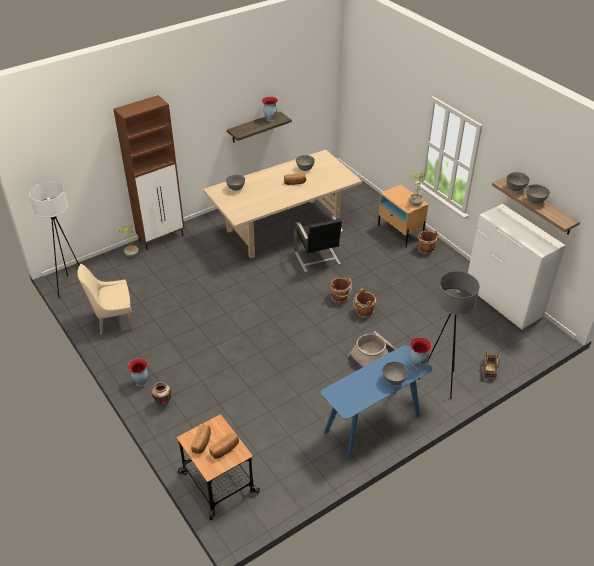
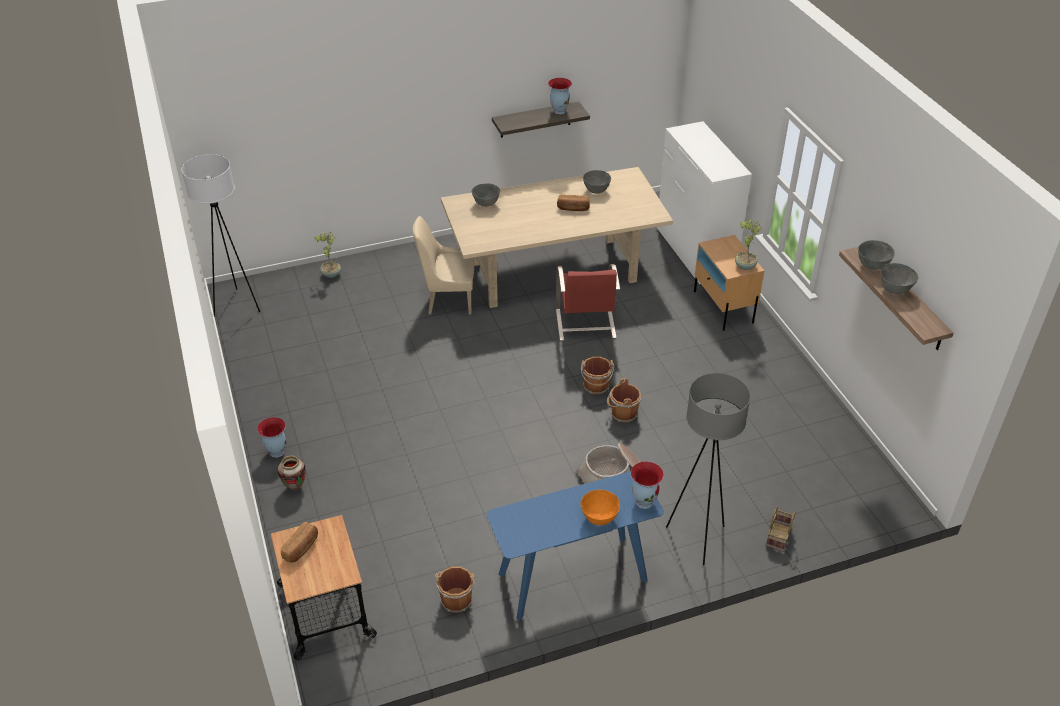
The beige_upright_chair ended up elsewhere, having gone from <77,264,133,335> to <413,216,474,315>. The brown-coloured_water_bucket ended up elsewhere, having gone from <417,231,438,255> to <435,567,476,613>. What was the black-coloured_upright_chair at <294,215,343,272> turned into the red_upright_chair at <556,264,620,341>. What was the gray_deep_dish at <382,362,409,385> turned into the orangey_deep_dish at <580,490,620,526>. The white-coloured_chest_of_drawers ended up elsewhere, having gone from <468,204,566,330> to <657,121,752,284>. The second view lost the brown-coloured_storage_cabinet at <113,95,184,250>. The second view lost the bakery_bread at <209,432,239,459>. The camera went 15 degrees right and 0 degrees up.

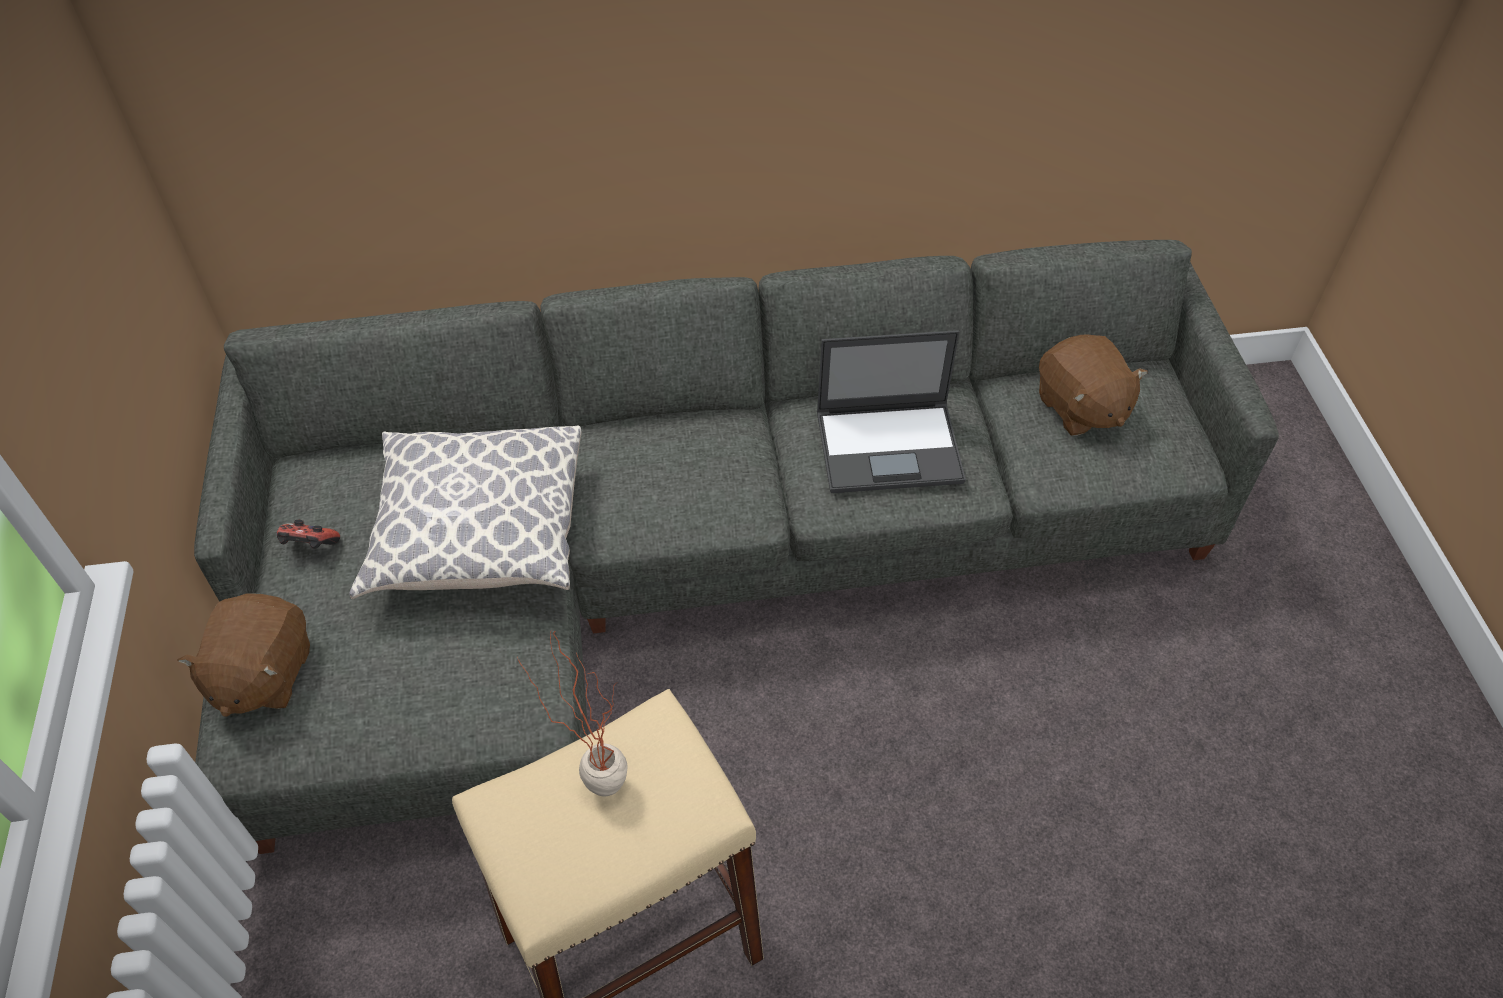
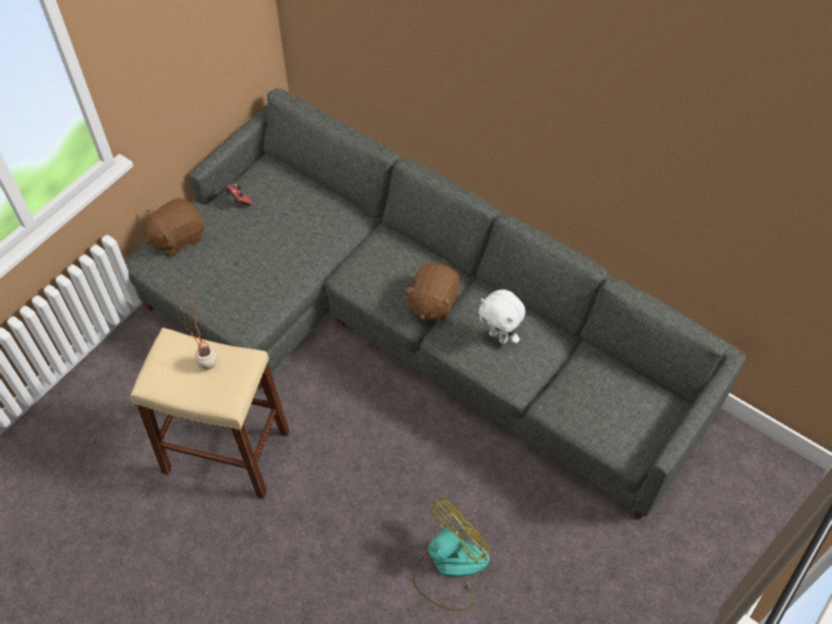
The brown-coloured_cuddly_toy ended up elsewhere, having gone from <1039,334,1148,436> to <405,263,460,321>. The second view gained the fan at <413,497,491,611>. Where the notebook_computer stood at <817,330,966,493>, the white-coloured_cuddly_toy came to stand at <479,289,525,344>. The second view lost the pillow at <349,425,581,599>. The camera went 45 degrees right and 5 degrees up.

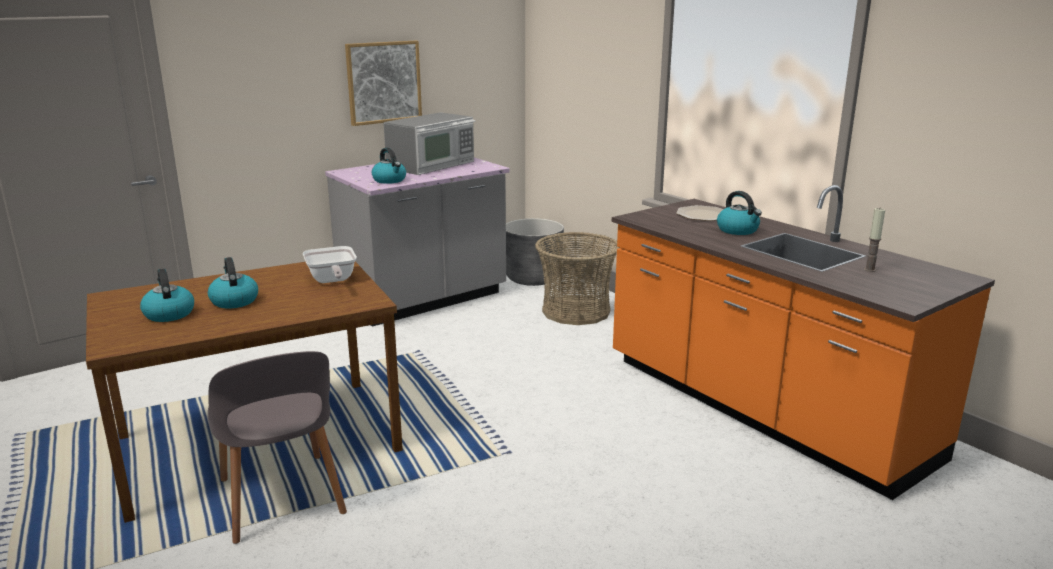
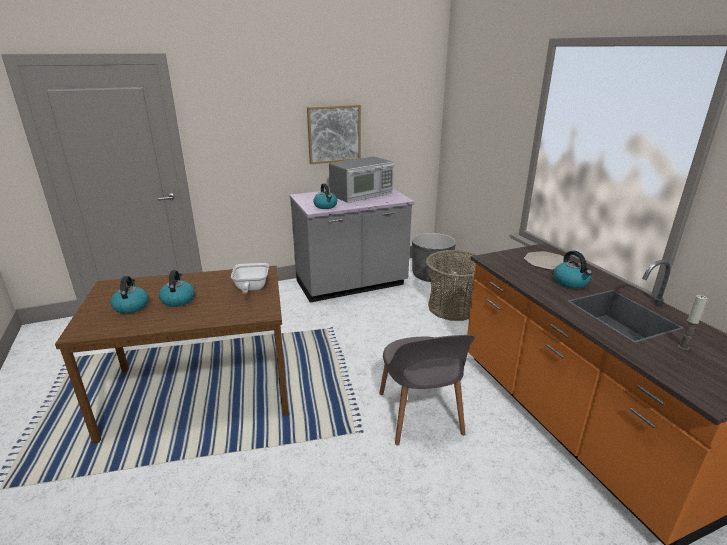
The gray_upright_chair ended up elsewhere, having gone from <208,351,347,544> to <379,335,475,445>. The camera went 15 degrees right and 5 degrees up.

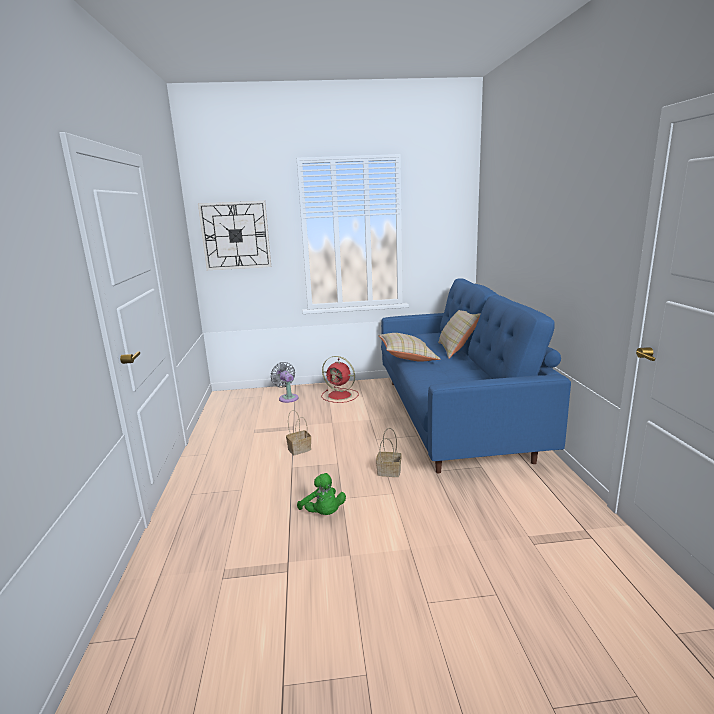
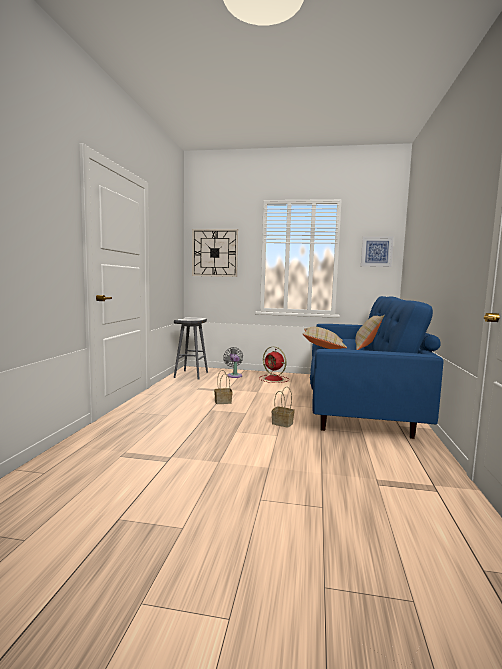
The second view gained the gray_stool at <174,317,208,380>. The second view gained the wall_picture at <361,236,394,267>. The second view lost the green-coloured_cuddly_toy at <297,473,346,515>. The camera went 15 degrees right and 10 degrees down.

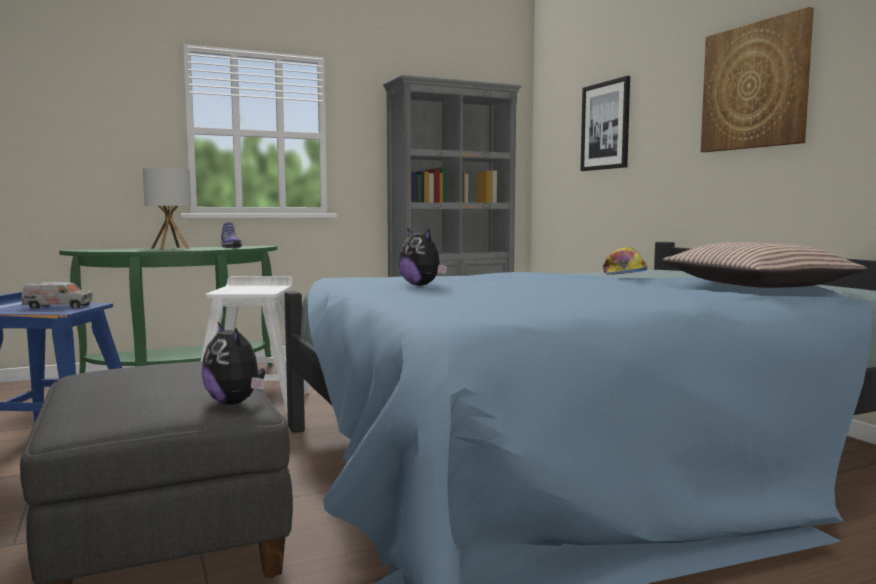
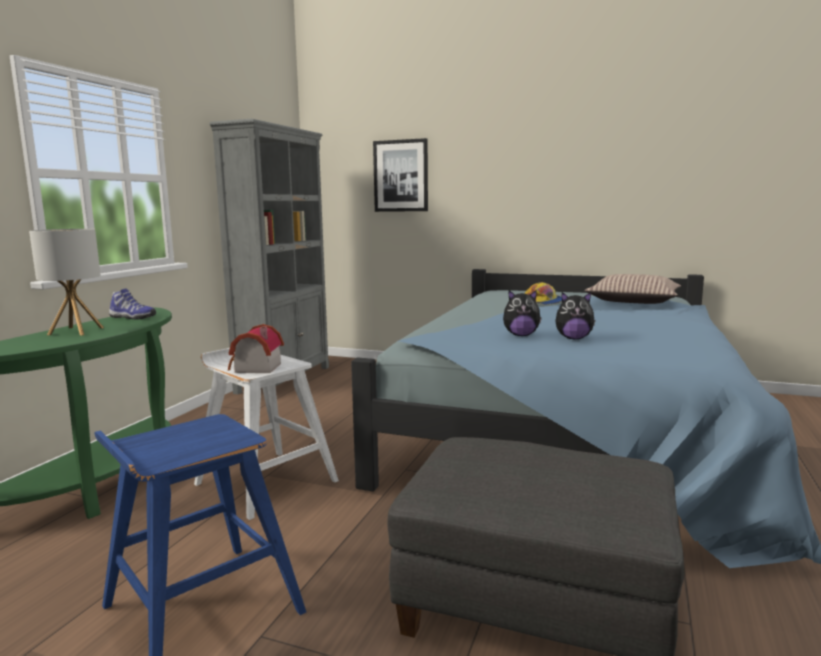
The second view gained the model_house at <228,324,284,373>. The cuddly_toy ended up elsewhere, having gone from <202,322,265,404> to <555,292,595,339>. The second view lost the model_truck at <21,282,92,308>. The second view lost the wall_picture at <701,7,814,152>. The camera went 45 degrees left and 5 degrees up.

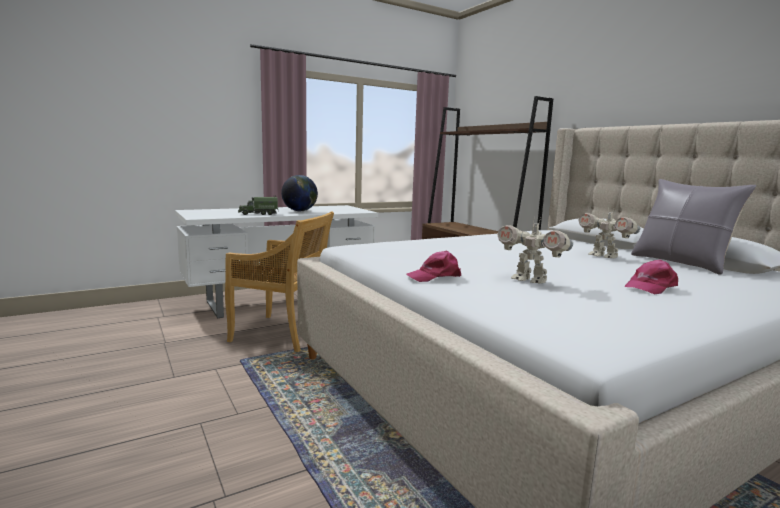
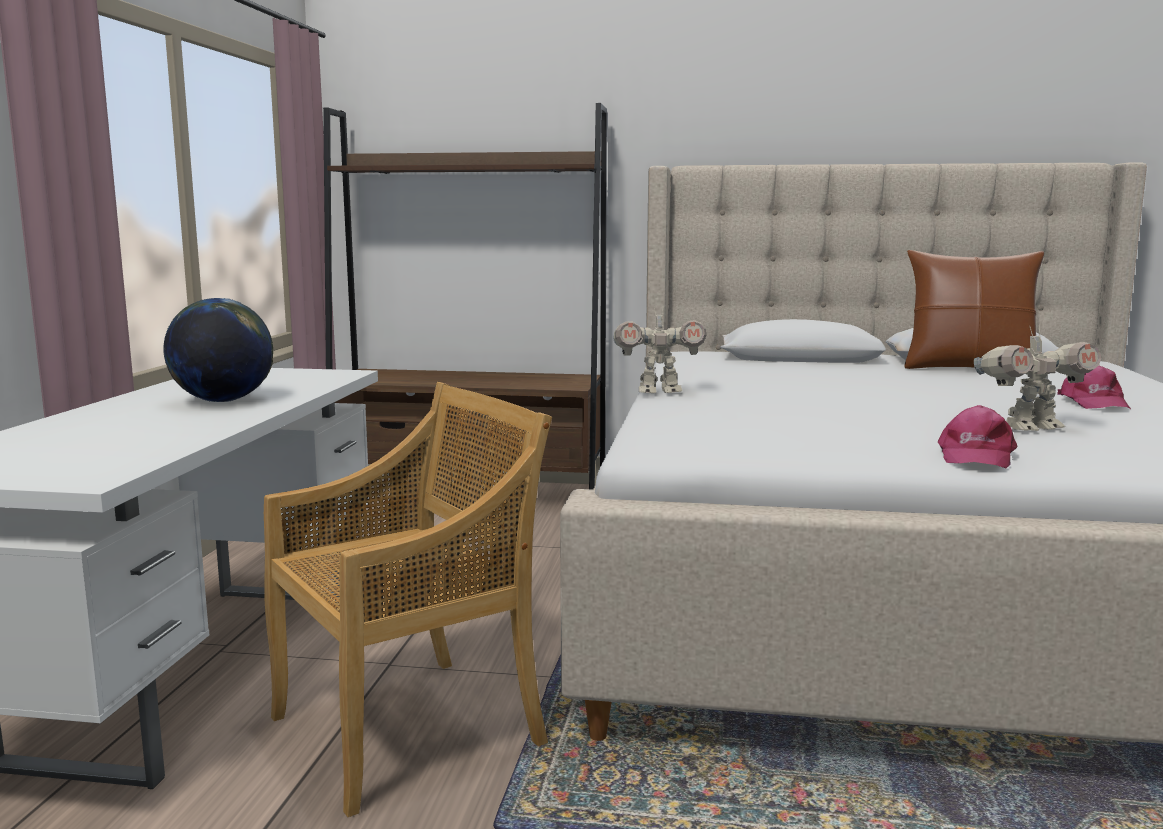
The model_robot ended up elsewhere, having gone from <578,207,640,258> to <613,307,706,393>. What was the gray_pillow at <631,179,756,275> turned into the brown-coloured_pillow at <904,250,1044,369>. The second view lost the model_truck at <238,195,278,215>. The camera went 50 degrees left and 0 degrees up.

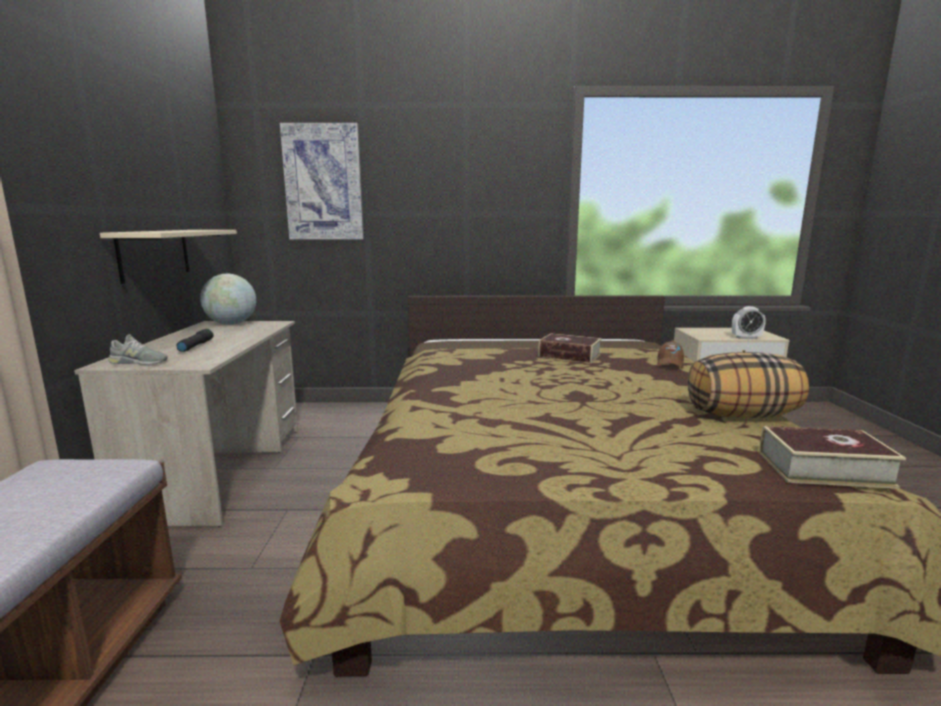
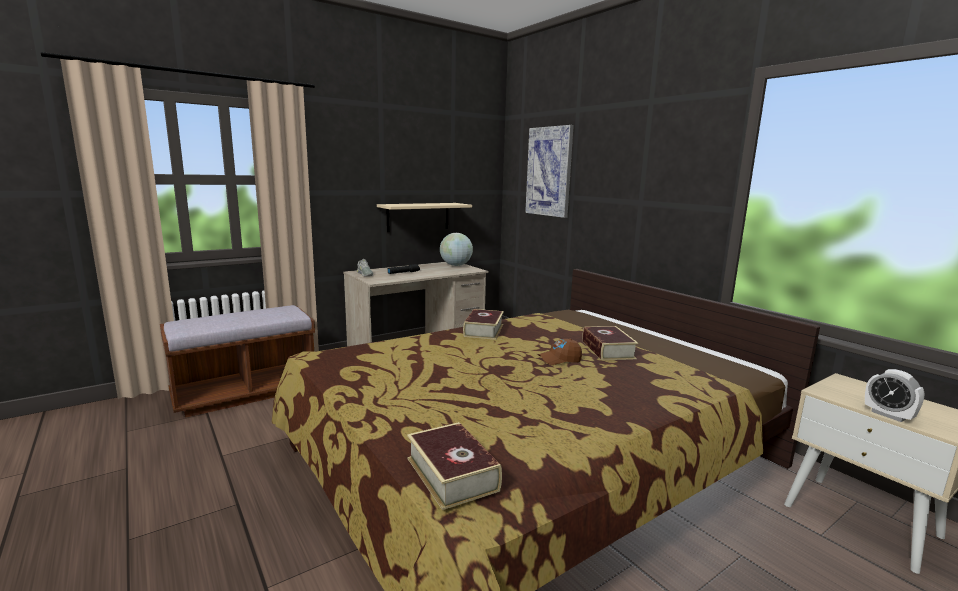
The second view gained the book at <463,309,504,340>. The brown-coloured_cap ended up elsewhere, having gone from <657,340,684,369> to <538,338,582,365>. The second view lost the pillow at <688,352,809,418>. The camera went 55 degrees right and 0 degrees up.

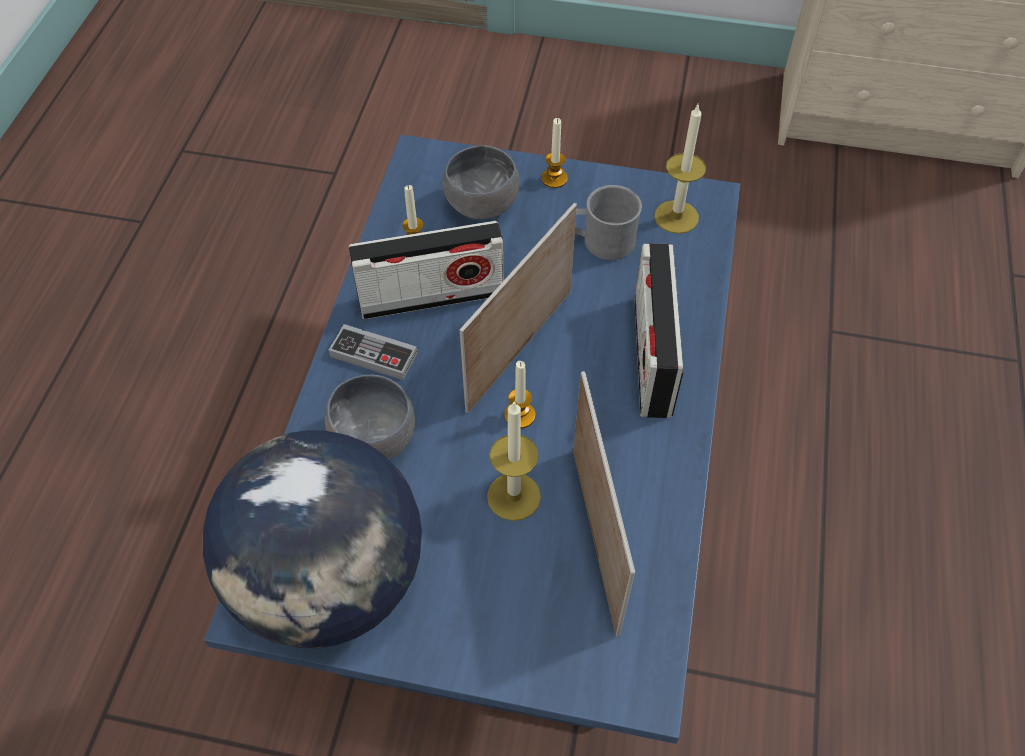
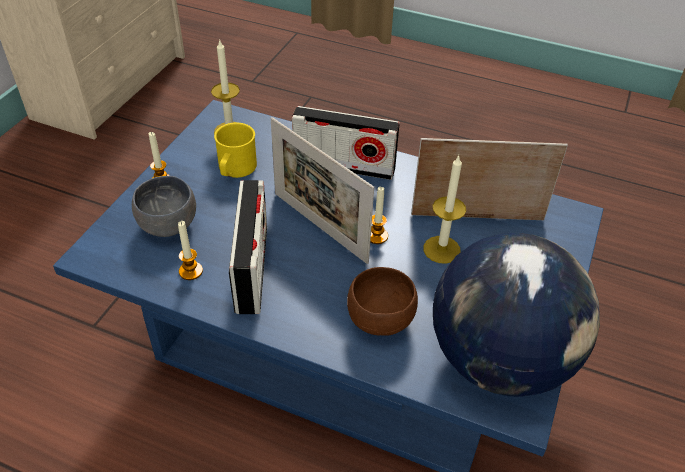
What was the gray_mug at <575,185,642,260> turned into the yellowish_mug at <214,123,257,178>. What was the gray_deep_dish at <325,375,415,460> turned into the brown-coloured_deep_dish at <347,267,418,336>. The second view lost the joypad at <329,324,418,380>. The camera went 80 degrees left and 10 degrees down.

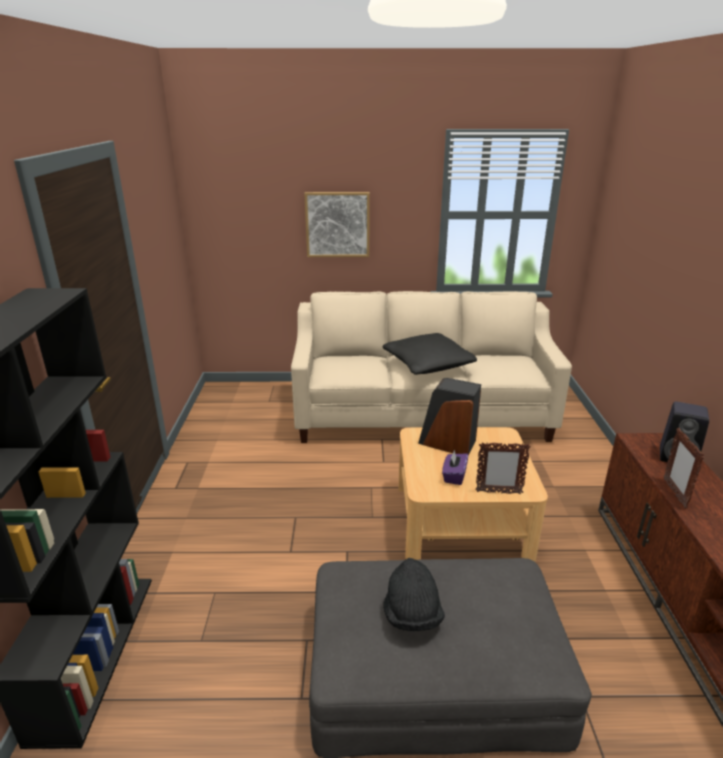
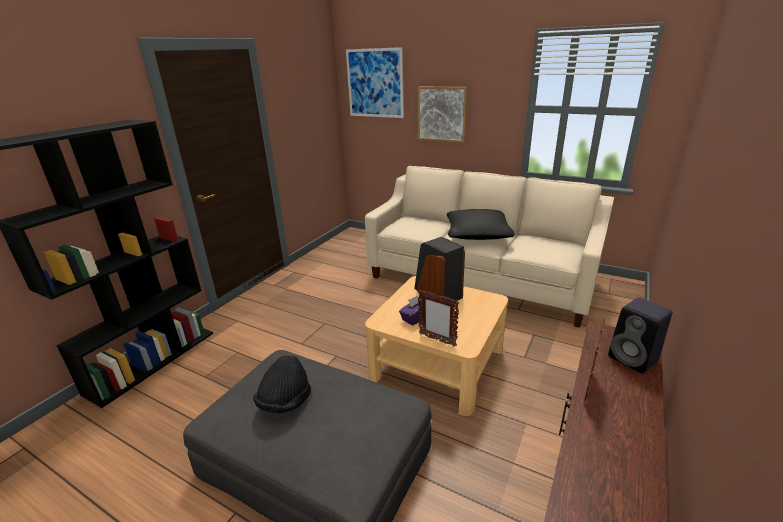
The second view gained the wall_picture at <346,47,404,118>. The camera went 30 degrees right and 0 degrees up.

